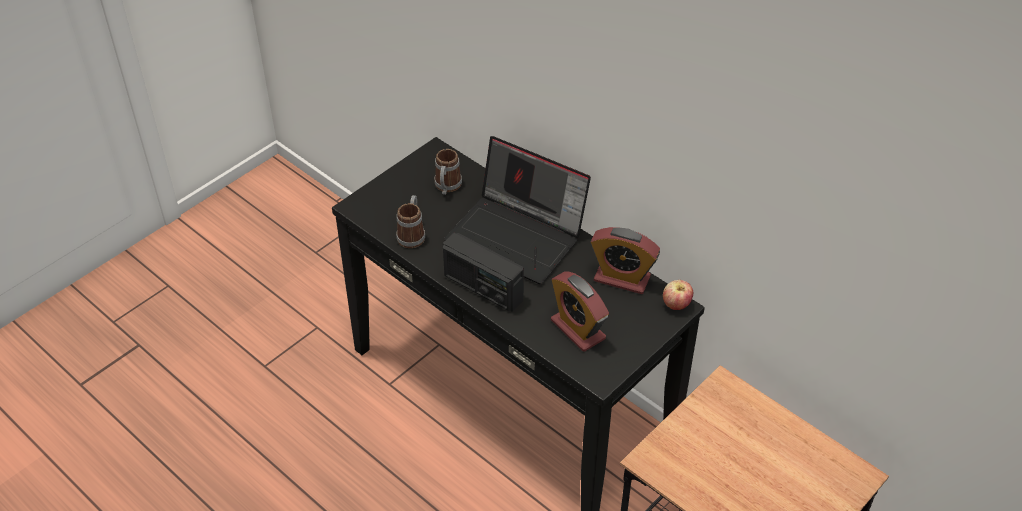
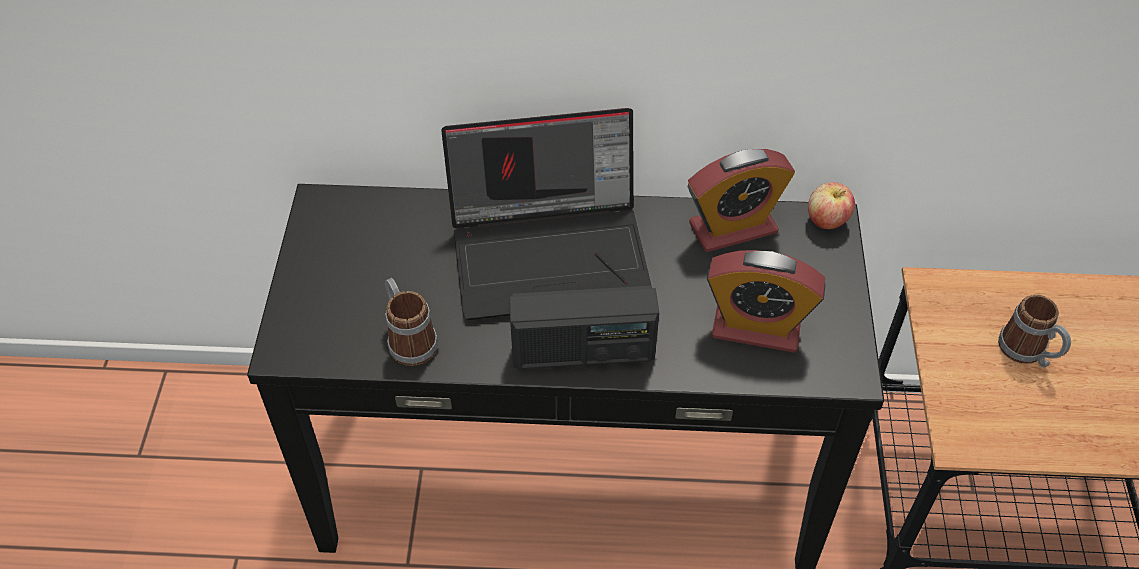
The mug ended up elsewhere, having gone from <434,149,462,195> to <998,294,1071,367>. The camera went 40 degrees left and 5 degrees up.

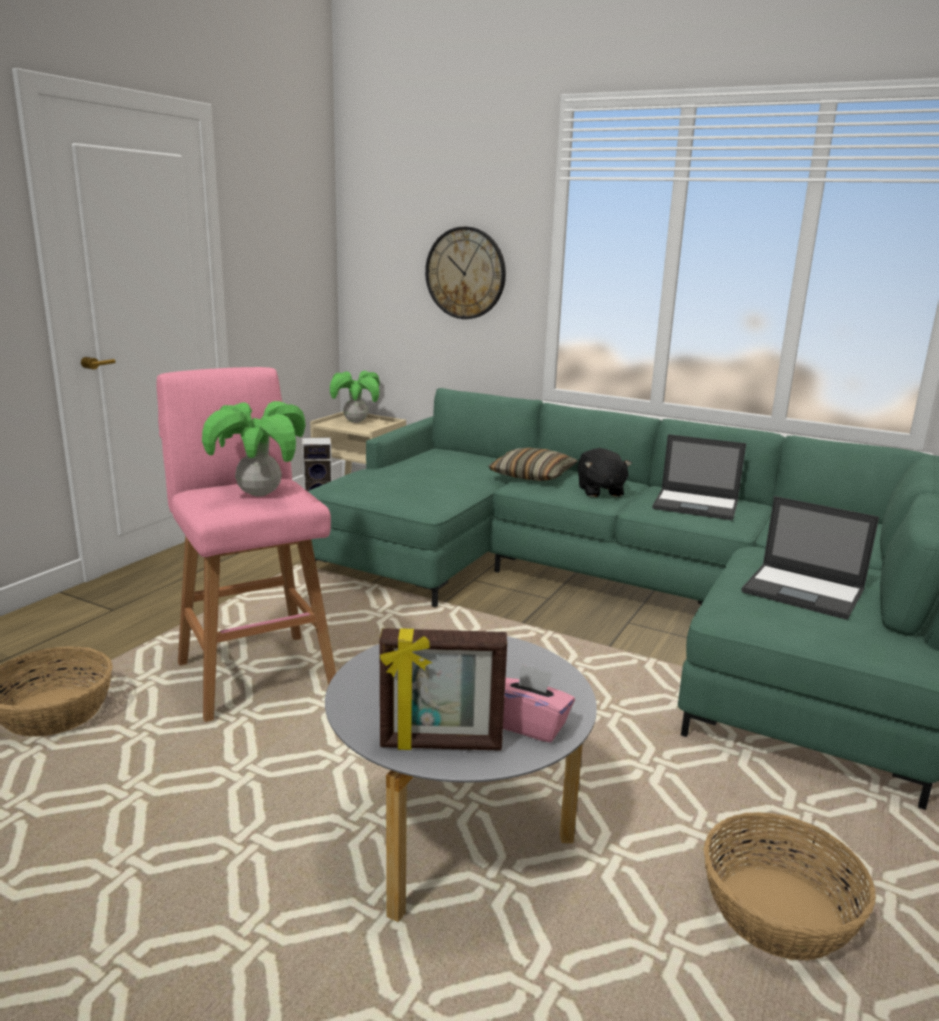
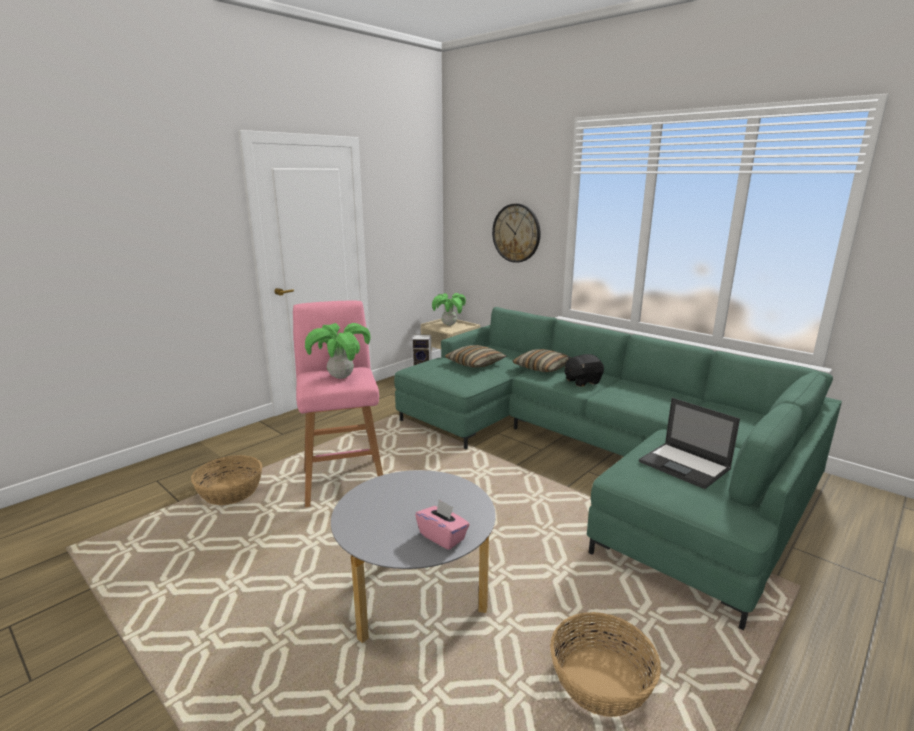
The second view gained the pillow at <444,345,507,368>. The black-coloured_cuddly_toy at <578,448,632,497> ended up facing another way, 60 degrees clockwise from before. The second view lost the standing_frame at <379,628,507,751>. The second view lost the notebook_computer at <652,434,746,520>. The camera went 15 degrees right and 0 degrees up.

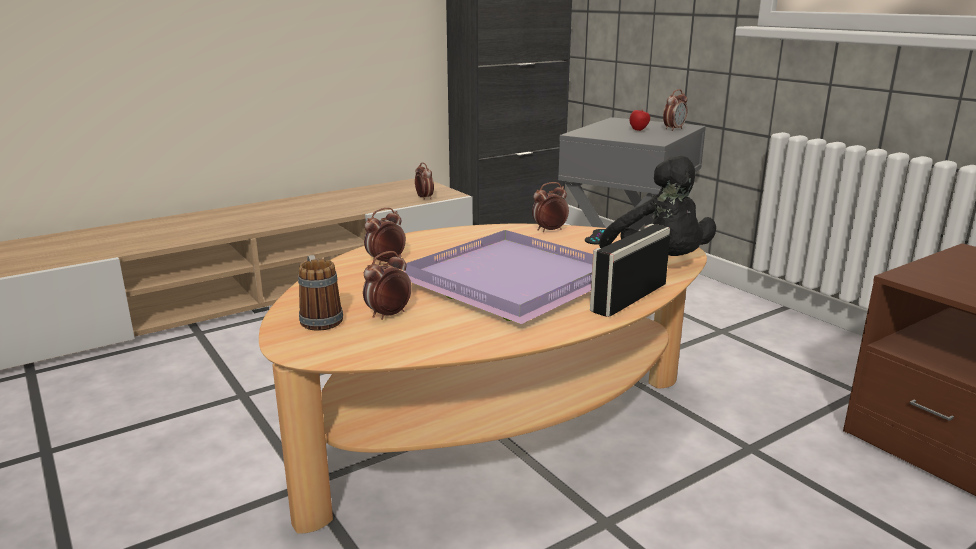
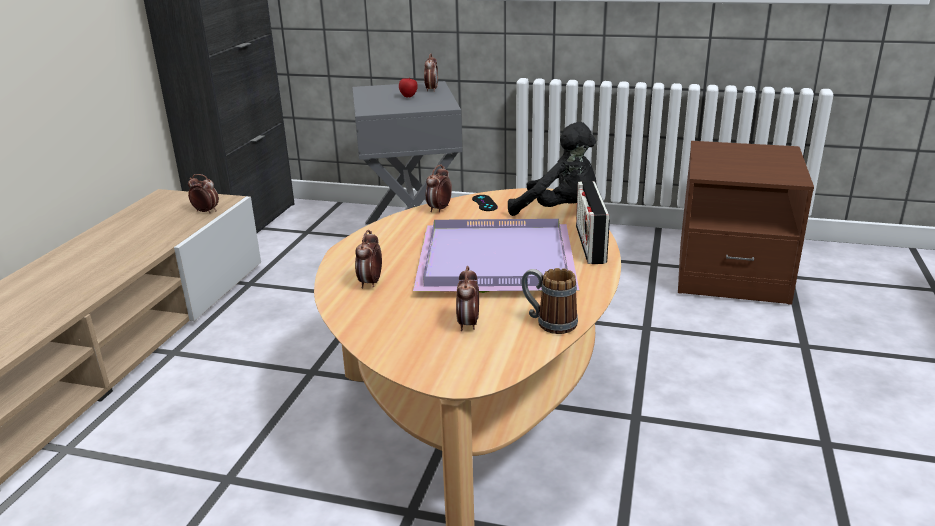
The mug ended up elsewhere, having gone from <298,255,343,331> to <521,268,578,334>. The camera went 40 degrees left and 5 degrees up.

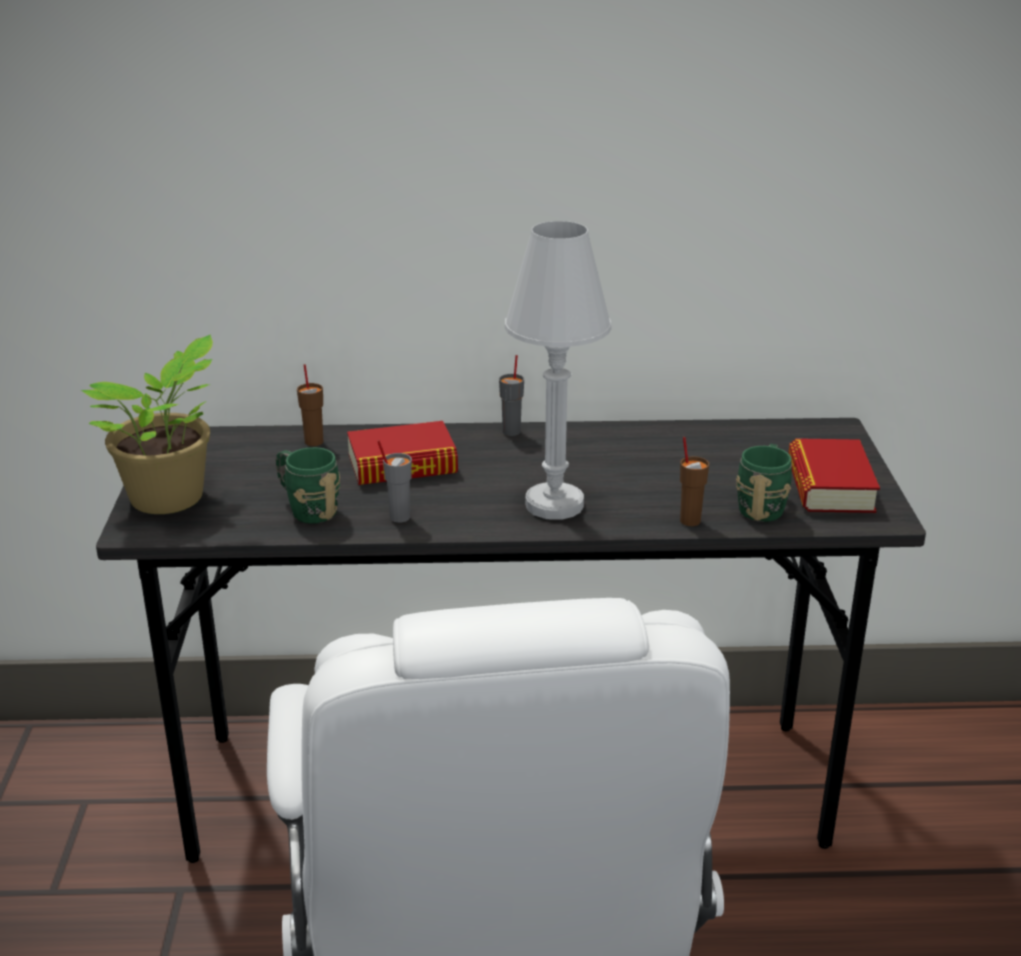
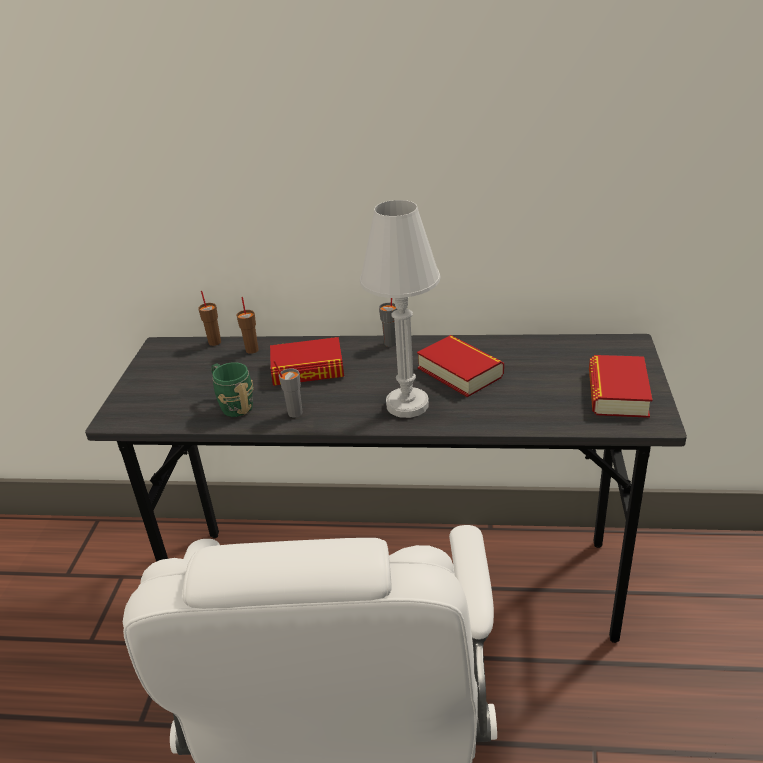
The brown-coloured_cup ended up elsewhere, having gone from <680,437,709,526> to <198,291,221,346>. The second view gained the book at <417,335,504,397>. The second view lost the houseplant at <81,335,213,514>. The second view lost the green-coloured_mug at <736,444,792,522>. The camera went 10 degrees right and 5 degrees up.

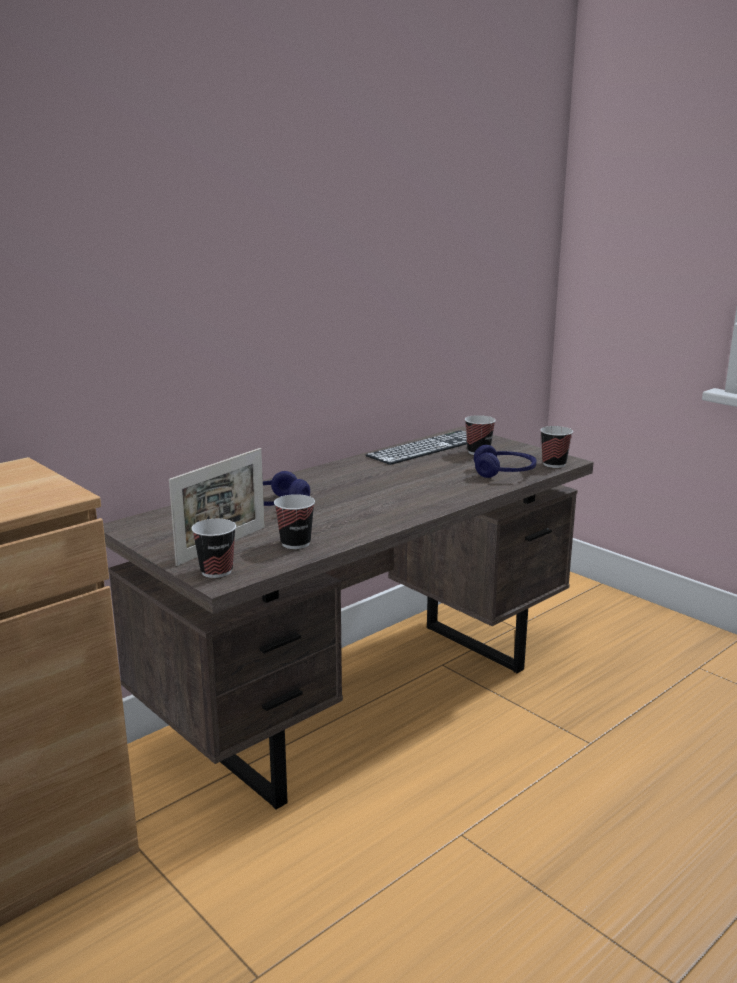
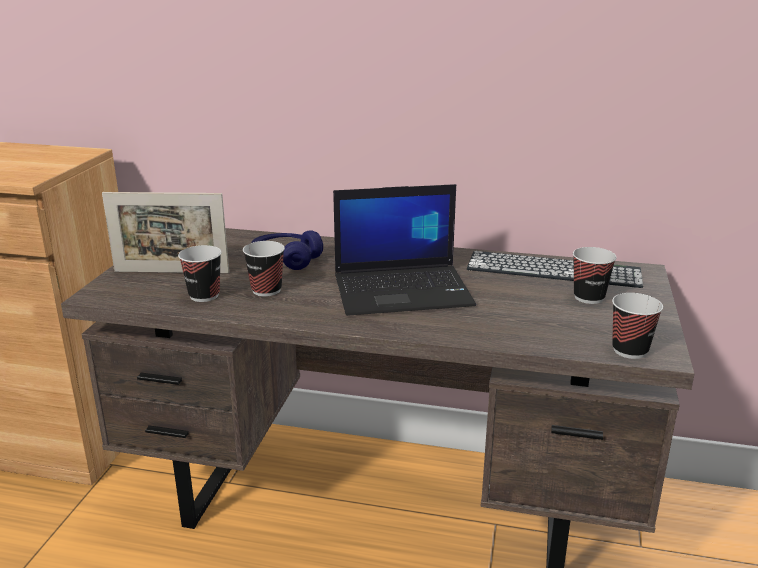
The cup ended up elsewhere, having gone from <191,519,236,578> to <243,241,285,297>. The second view gained the notebook_computer at <333,184,476,316>. The second view lost the blue_headphones at <474,445,536,478>. The camera went 55 degrees right and 5 degrees up.

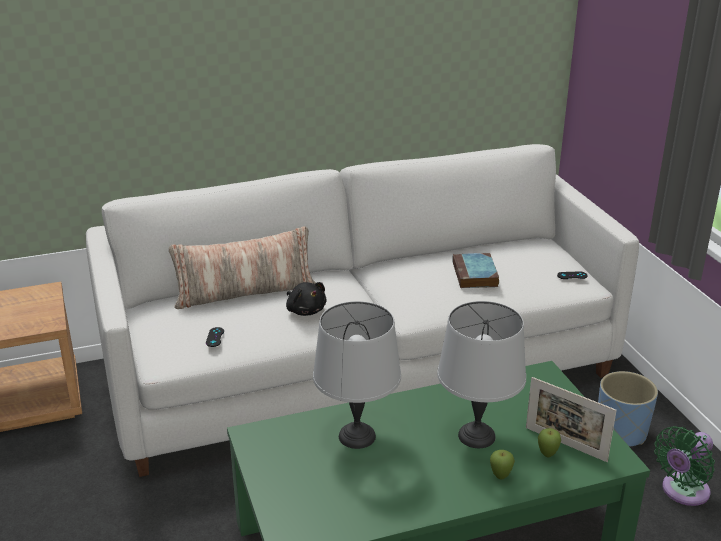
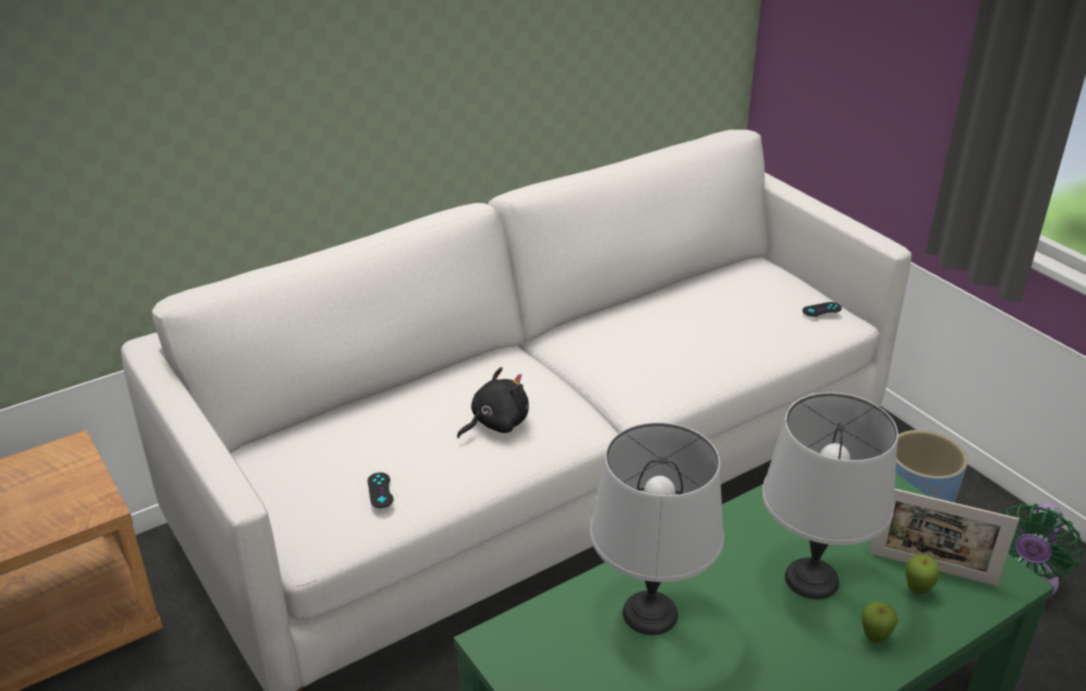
The black-coloured_cuddly_toy at <286,282,327,316> ended up facing another way, 75 degrees counterclockwise from before. The second view lost the pillow at <169,226,316,309>. The second view lost the book at <453,253,499,288>. The camera went 15 degrees left and 5 degrees up.

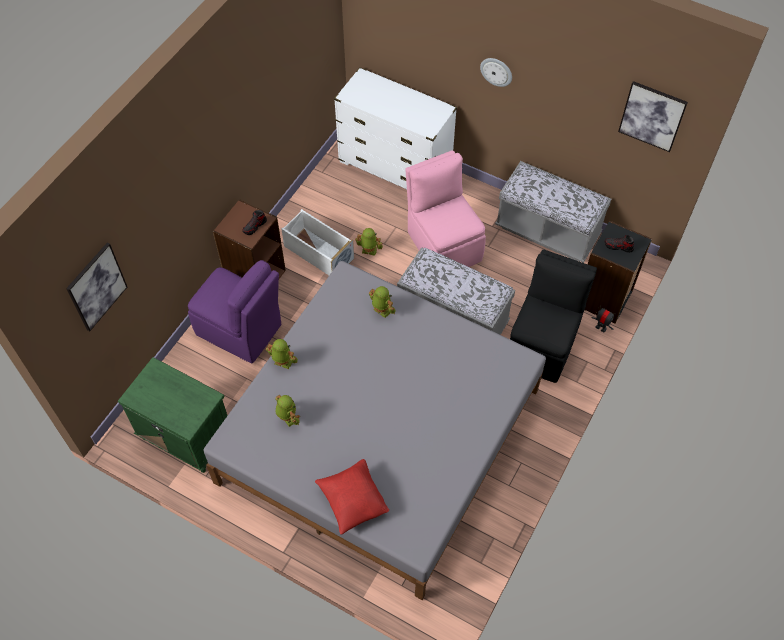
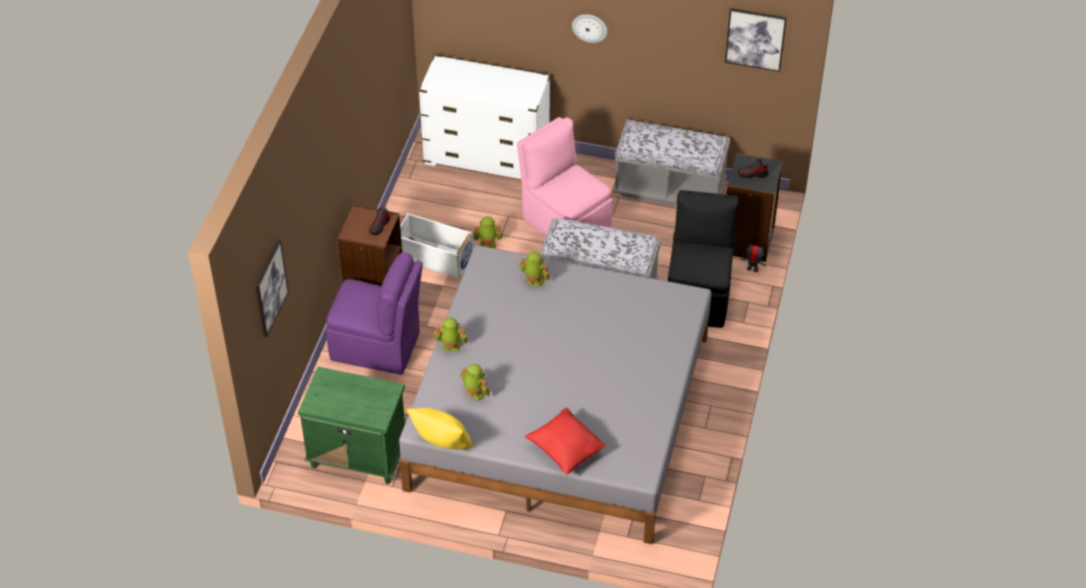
The second view gained the yellowish_pillow at <406,408,473,449>. The camera went 15 degrees left and 10 degrees down.

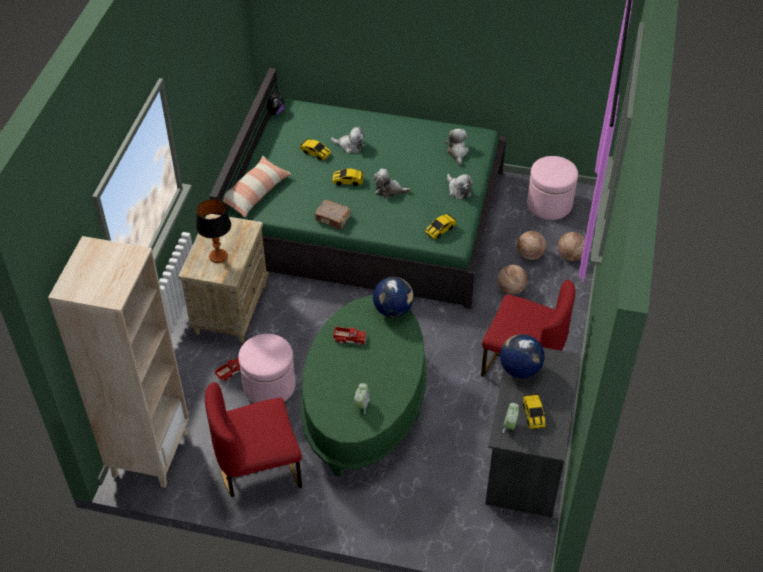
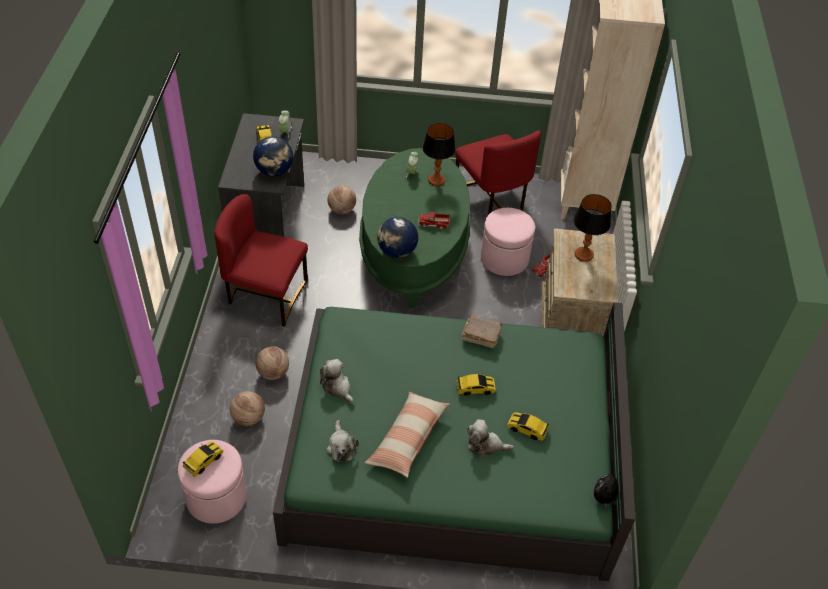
The model_car ended up elsewhere, having gone from <425,213,456,239> to <182,441,223,477>. The basketball ended up elsewhere, having gone from <558,232,585,261> to <327,186,356,214>. The pillow ended up elsewhere, having gone from <223,156,291,217> to <365,392,450,478>. The second view gained the lamp_for_a_table at <423,123,456,186>. The red_upright_chair at <205,382,302,497> ended up facing another way, 90 degrees clockwise from before. The second view lost the cuddly_toy at <373,169,411,198>. The camera went 170 degrees right and 0 degrees up.

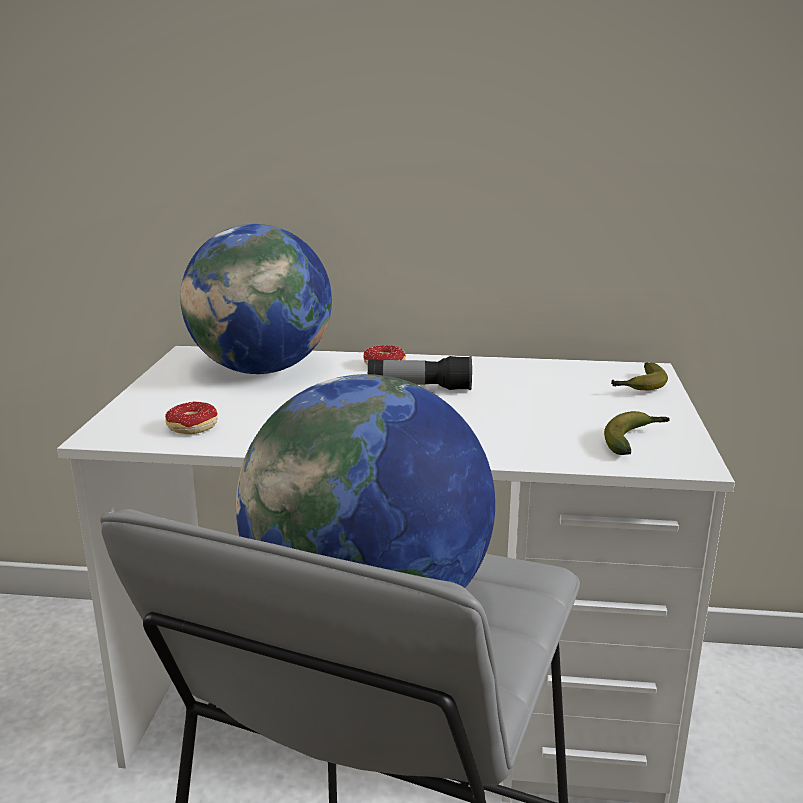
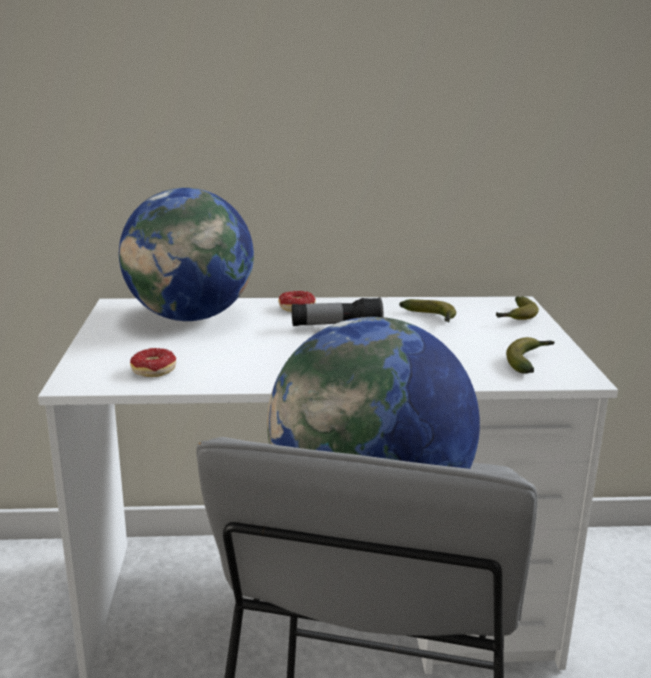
The second view gained the whole_banana at <399,299,456,323>. The camera went 10 degrees left and 0 degrees up.

